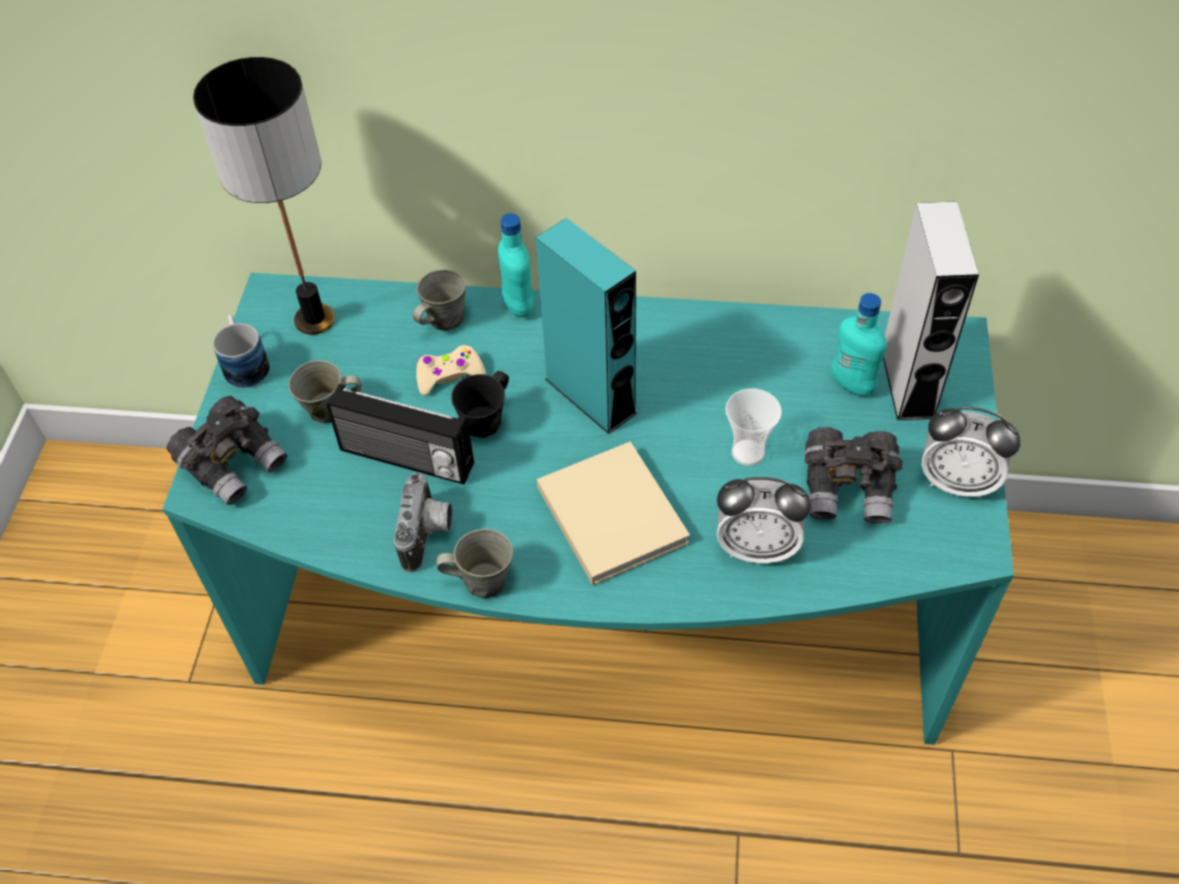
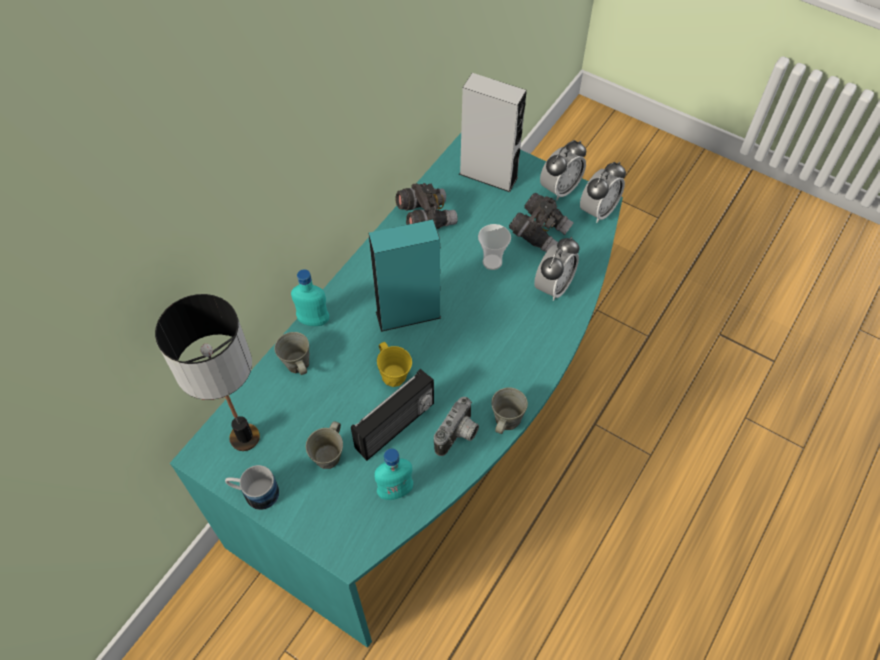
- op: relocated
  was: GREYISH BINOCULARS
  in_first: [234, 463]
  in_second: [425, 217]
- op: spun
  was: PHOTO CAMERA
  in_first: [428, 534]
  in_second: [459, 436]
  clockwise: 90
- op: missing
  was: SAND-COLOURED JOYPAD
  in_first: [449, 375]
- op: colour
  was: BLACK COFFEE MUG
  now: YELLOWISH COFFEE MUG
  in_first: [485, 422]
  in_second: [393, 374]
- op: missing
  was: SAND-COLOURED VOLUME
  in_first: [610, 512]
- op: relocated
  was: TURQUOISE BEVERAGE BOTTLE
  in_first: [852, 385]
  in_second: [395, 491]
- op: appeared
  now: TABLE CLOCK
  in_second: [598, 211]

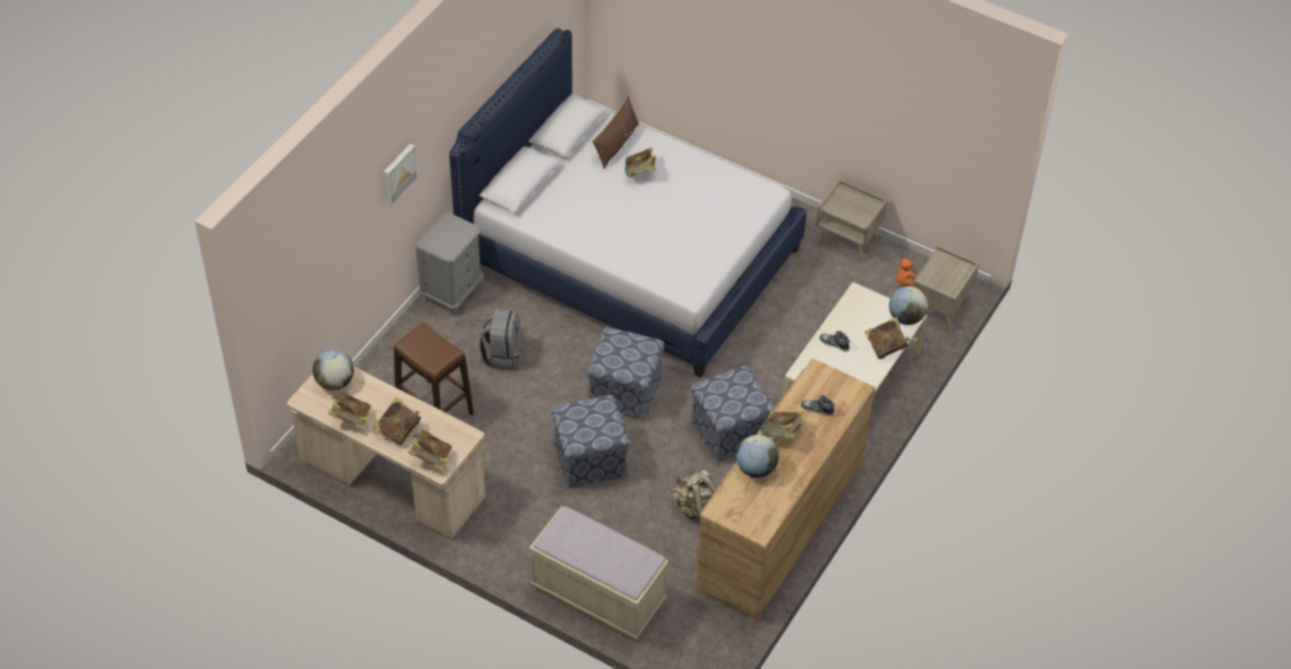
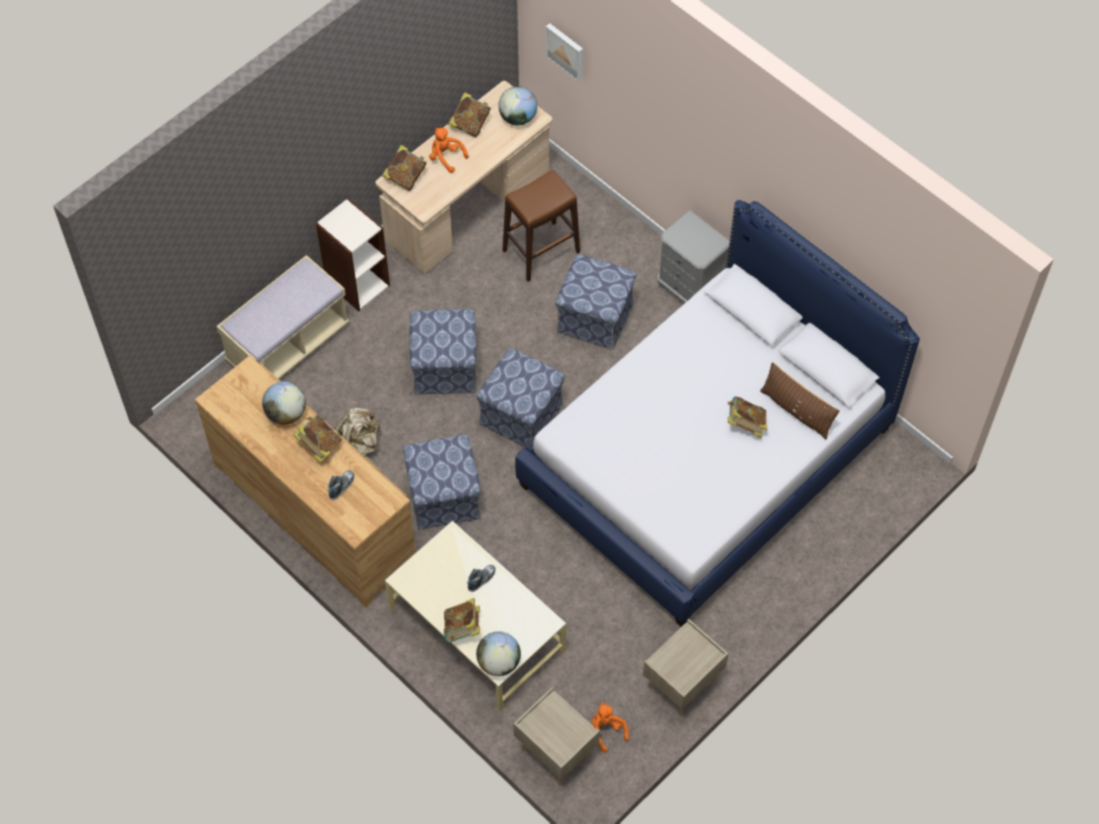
- op: exchanged
  was: VOLUME
  now: ORANGEY PLUSH TOY
  in_first: [398, 431]
  in_second: [446, 157]
- op: relocated
  was: PICTURE
  in_first: [398, 173]
  in_second: [566, 50]
- op: exchanged
  was: GREYISH RUCKSACK
  now: OTTOMAN
  in_first: [503, 355]
  in_second: [595, 318]
- op: appeared
  now: SHELVING UNIT
  in_second: [357, 283]

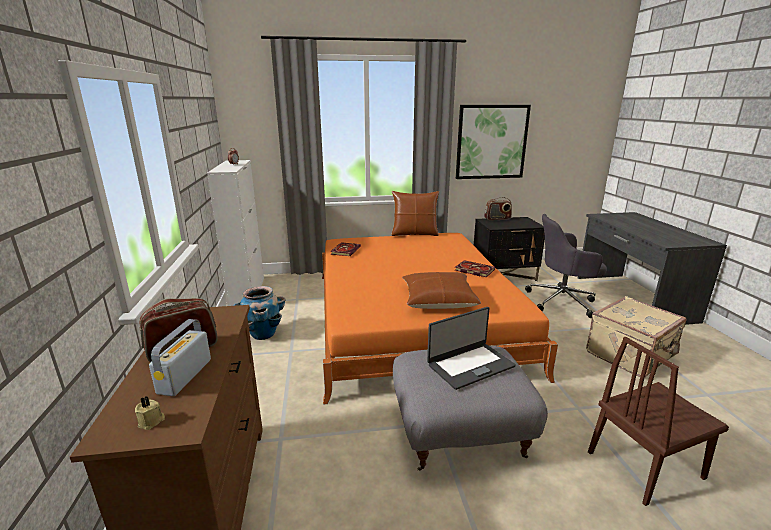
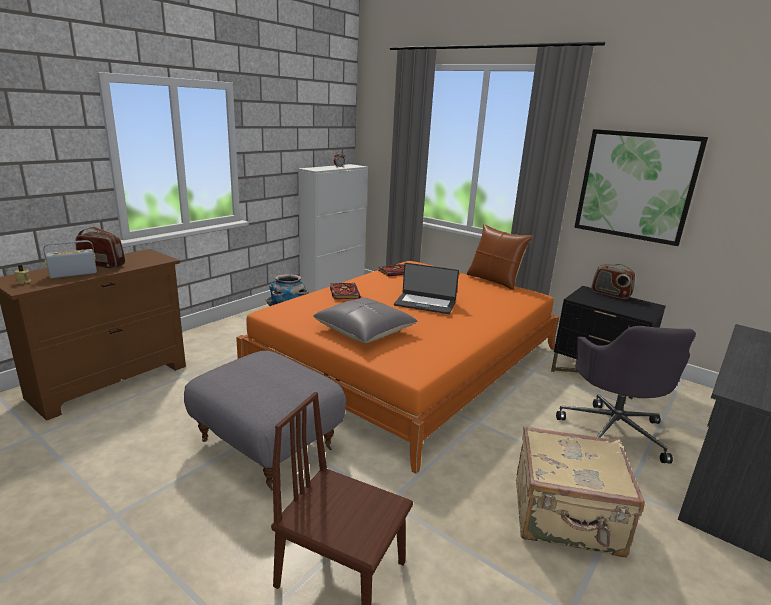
- op: colour
  was: BROWNISH THROW PILLOW
  now: GREYISH THROW PILLOW
  in_first: [438, 300]
  in_second: [364, 330]
- op: relocated
  was: LAPTOP
  in_first: [470, 365]
  in_second: [425, 303]
- op: relocated
  was: VOLUME
  in_first: [473, 270]
  in_second: [343, 292]
- op: spun
  was: GREYISH OFFICE CHAIR
  in_first: [562, 301]
  in_second: [613, 431]
  clockwise: -135

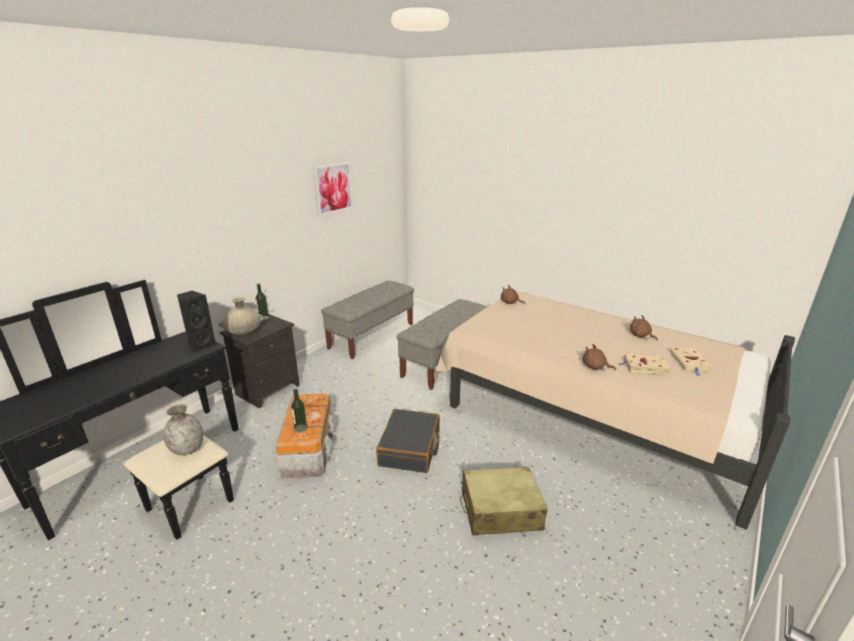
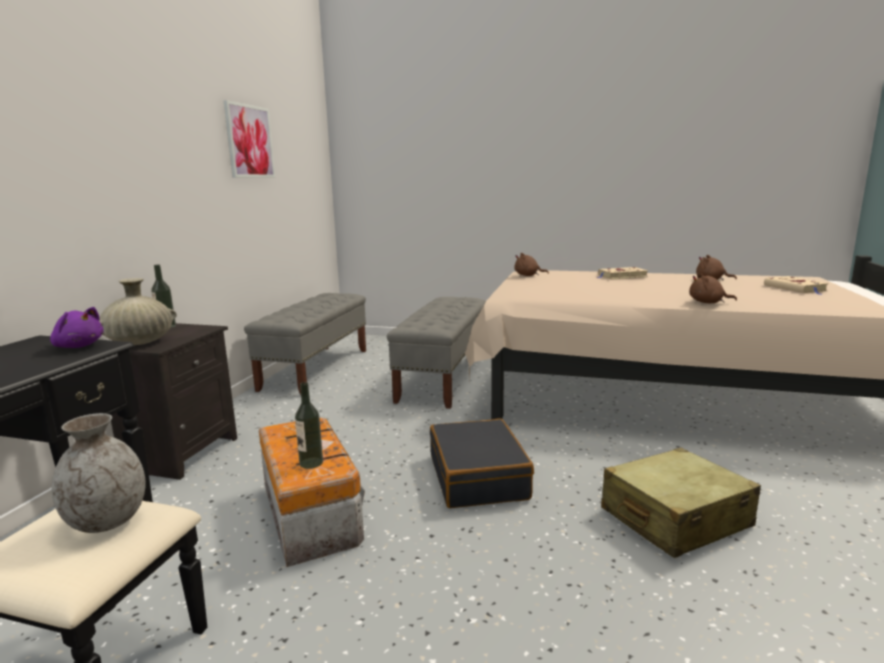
- op: exchanged
  was: BLACK AUDIO SPEAKER
  now: PURPLISH PLUSH TOY
  in_first: [201, 345]
  in_second: [78, 346]
- op: relocated
  was: SAND-COLOURED VOLUME
  in_first: [644, 367]
  in_second: [621, 276]

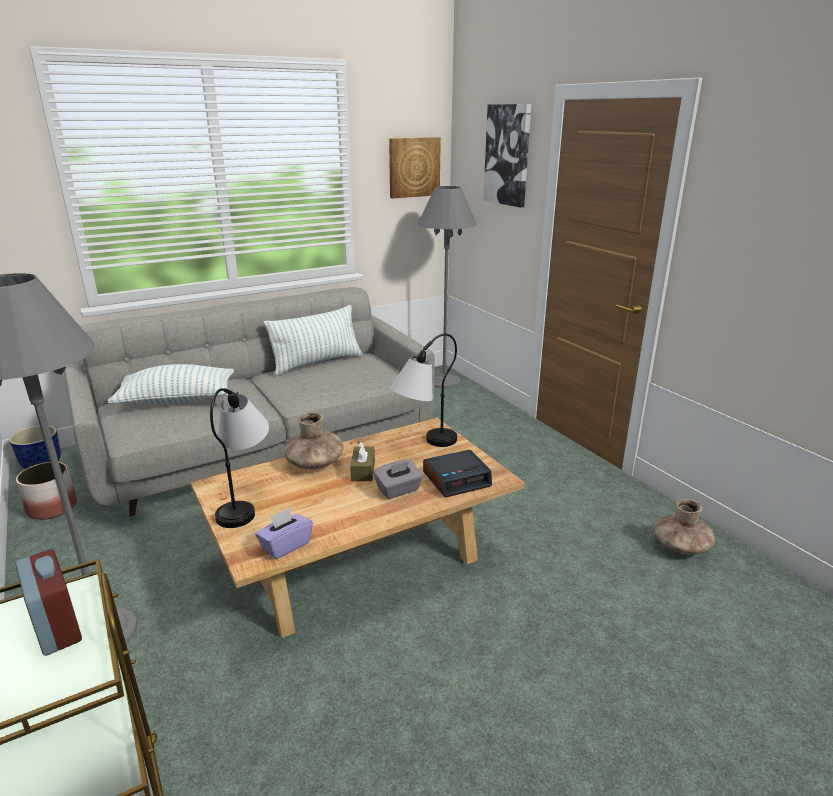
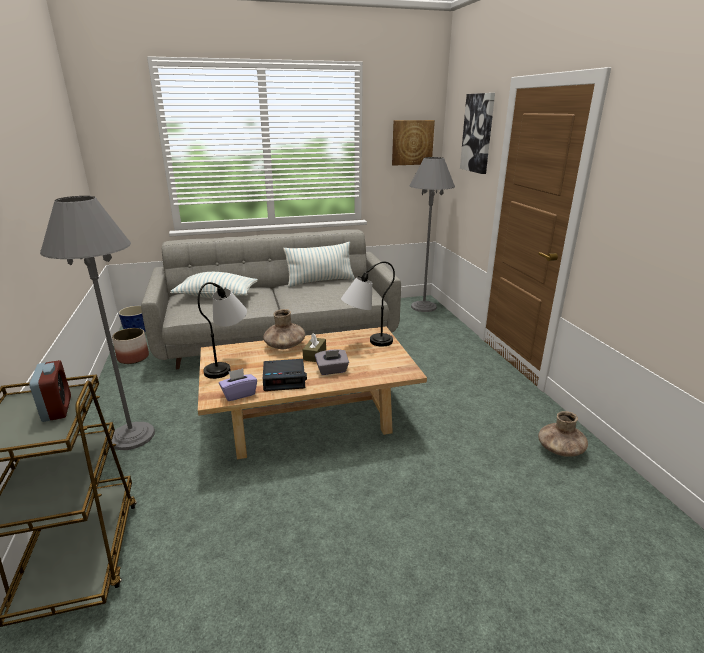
- op: relocated
  was: TABLE CLOCK
  in_first: [457, 479]
  in_second: [285, 379]

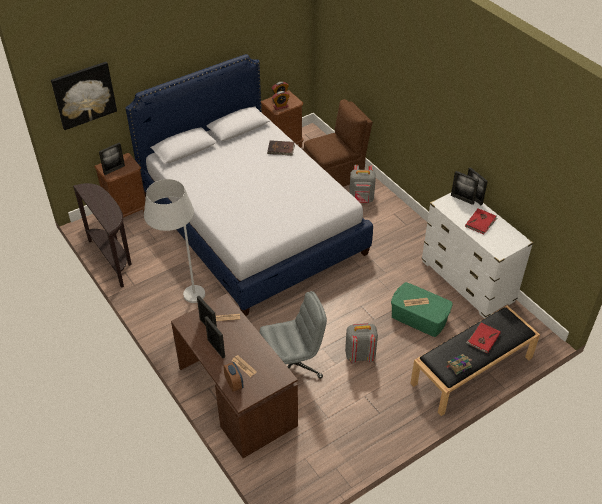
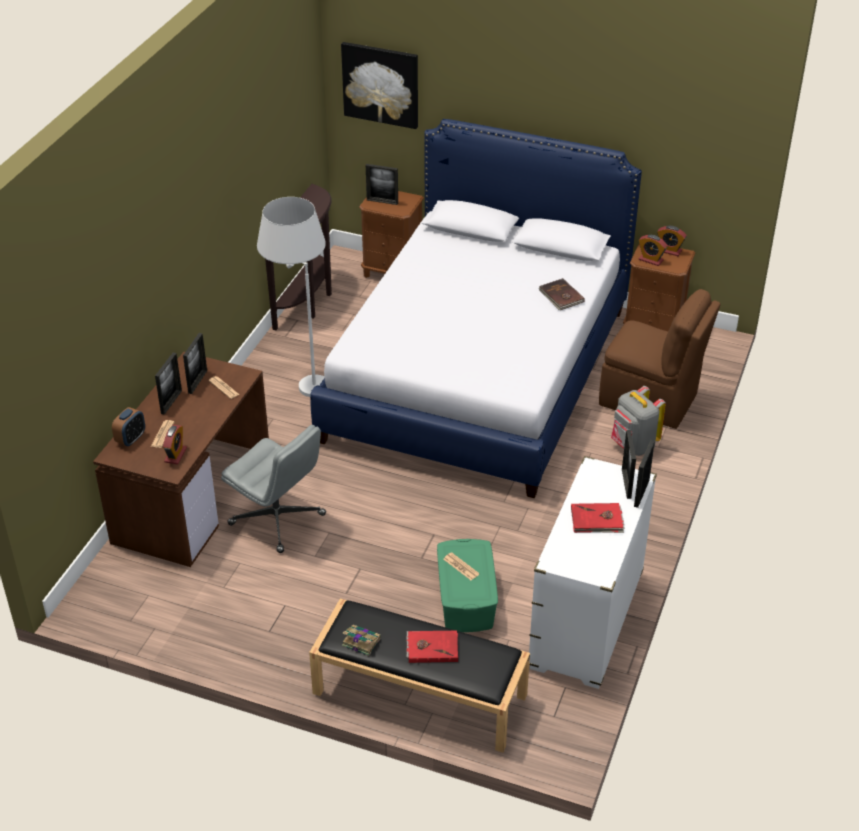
- op: missing
  was: GREYISH RUCKSACK
  in_first: [359, 355]
- op: appeared
  now: TABLE CLOCK
  in_second: [175, 455]

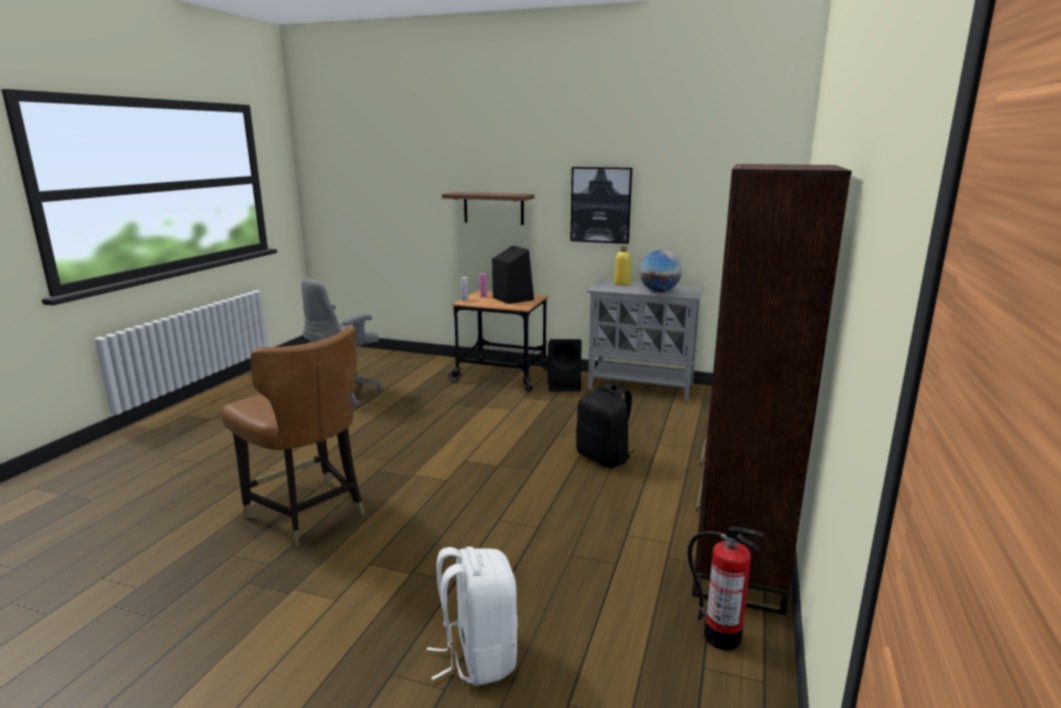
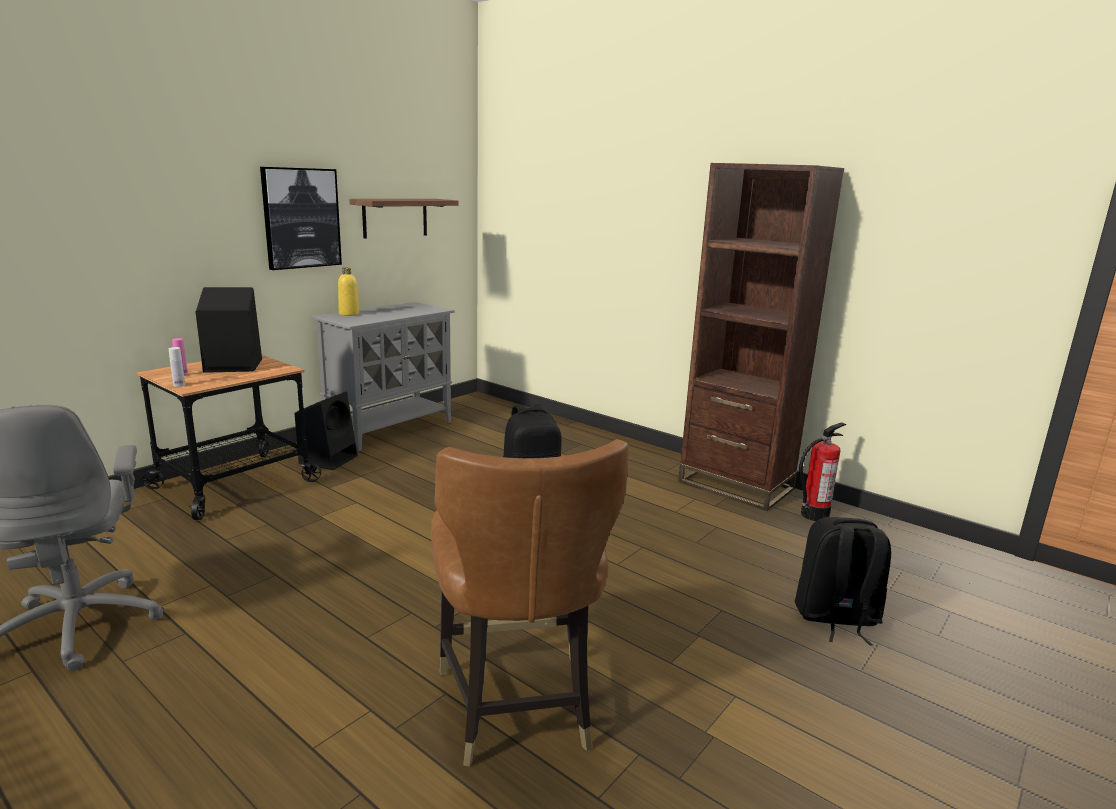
- op: spun
  was: BROWNISH PLAIN CHAIR
  in_first: [308, 513]
  in_second: [517, 705]
  clockwise: 105
- op: colour
  was: WHITE-COLOURED RUCKSACK
  now: BLACK RUCKSACK
  in_first: [477, 656]
  in_second: [836, 618]
- op: relocated
  was: WALL SHELF
  in_first: [493, 208]
  in_second: [395, 217]
- op: missing
  was: DESK GLOBE
  in_first: [659, 291]

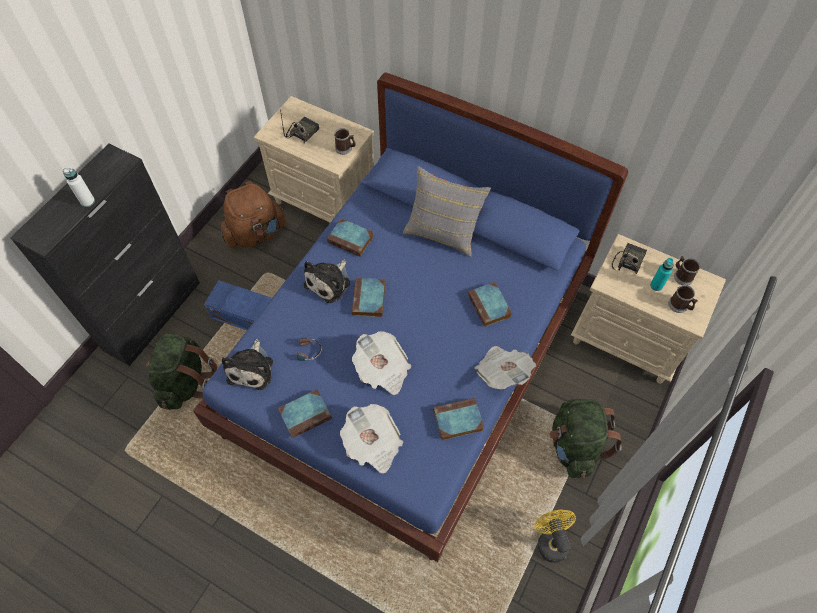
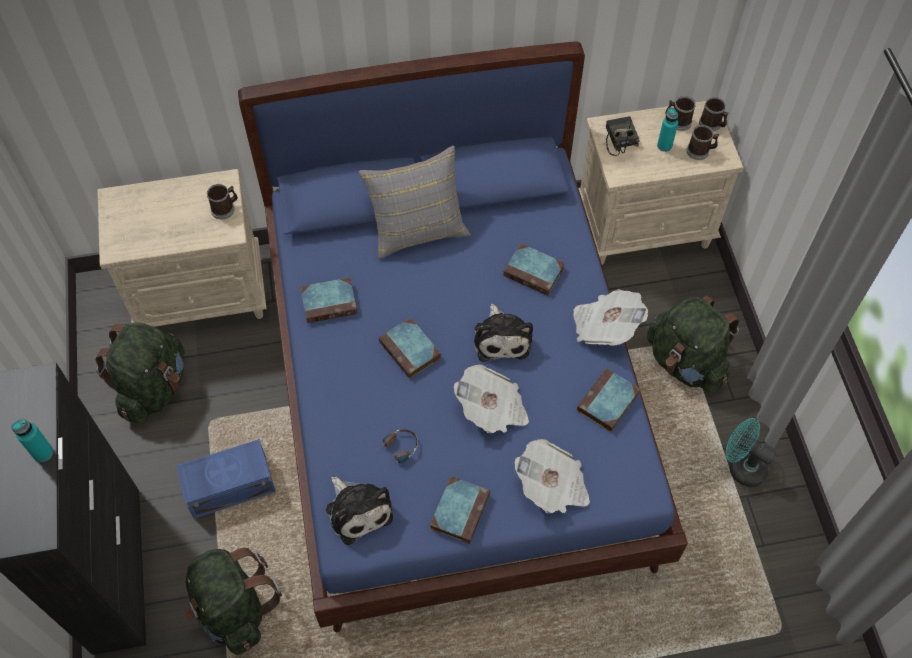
- op: colour
  was: WHITE-COLOURED BEVERAGE BOTTLE
  now: TURQUOISE BEVERAGE BOTTLE
  in_first: [87, 201]
  in_second: [43, 453]
- op: colour
  was: BROWNISH RUCKSACK
  now: GREEN-COLOURED RUCKSACK
  in_first: [256, 234]
  in_second: [153, 387]
- op: missing
  was: RADIO
  in_first: [302, 132]
- op: relocated
  was: PLUSH TOY
  in_first: [329, 282]
  in_second: [501, 338]
- op: colour
  was: YELLOWISH COOLING FAN
  now: TURQUOISE COOLING FAN
  in_first: [550, 540]
  in_second: [741, 466]
- op: appeared
  now: COFFEE MUG
  in_second: [712, 124]

